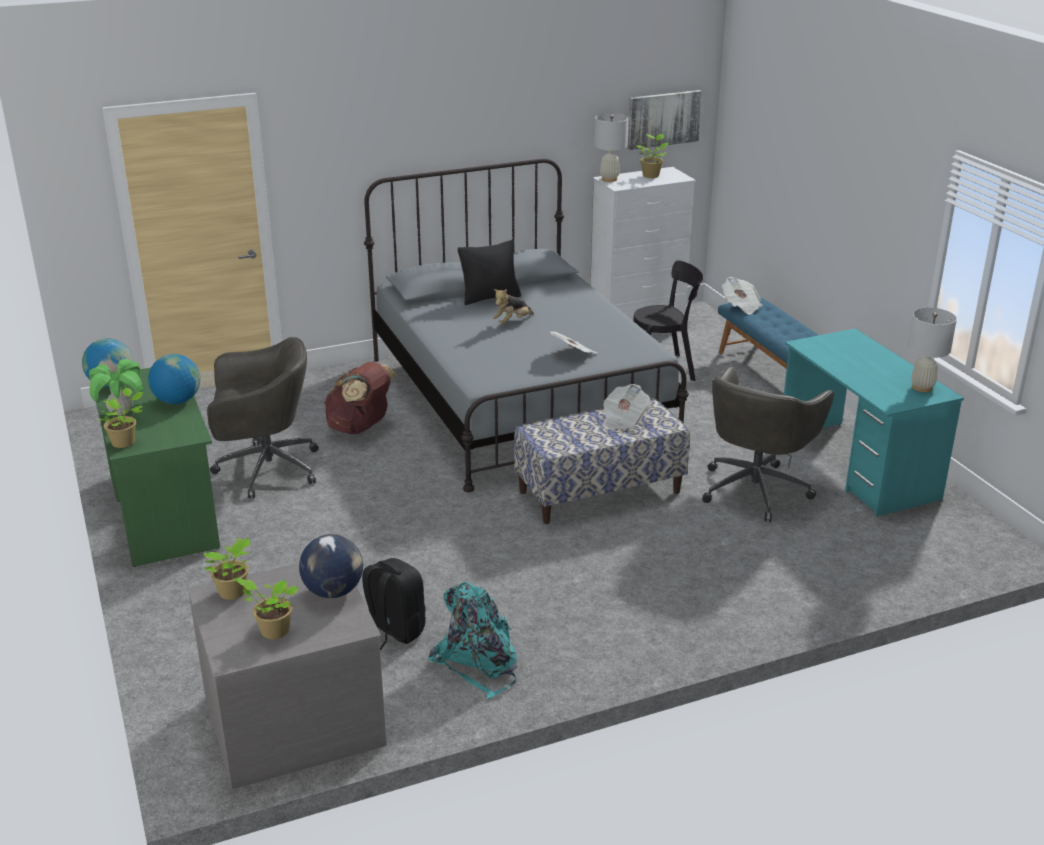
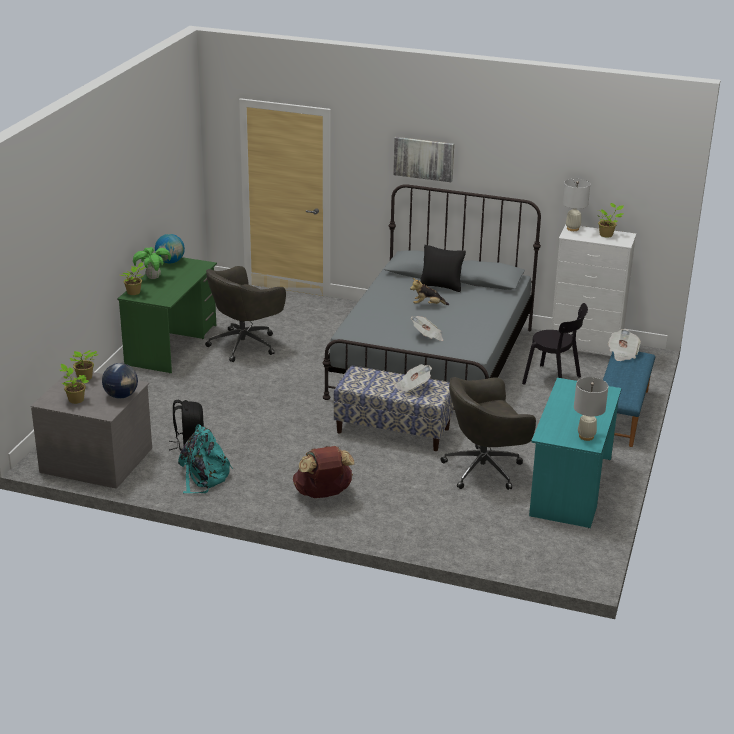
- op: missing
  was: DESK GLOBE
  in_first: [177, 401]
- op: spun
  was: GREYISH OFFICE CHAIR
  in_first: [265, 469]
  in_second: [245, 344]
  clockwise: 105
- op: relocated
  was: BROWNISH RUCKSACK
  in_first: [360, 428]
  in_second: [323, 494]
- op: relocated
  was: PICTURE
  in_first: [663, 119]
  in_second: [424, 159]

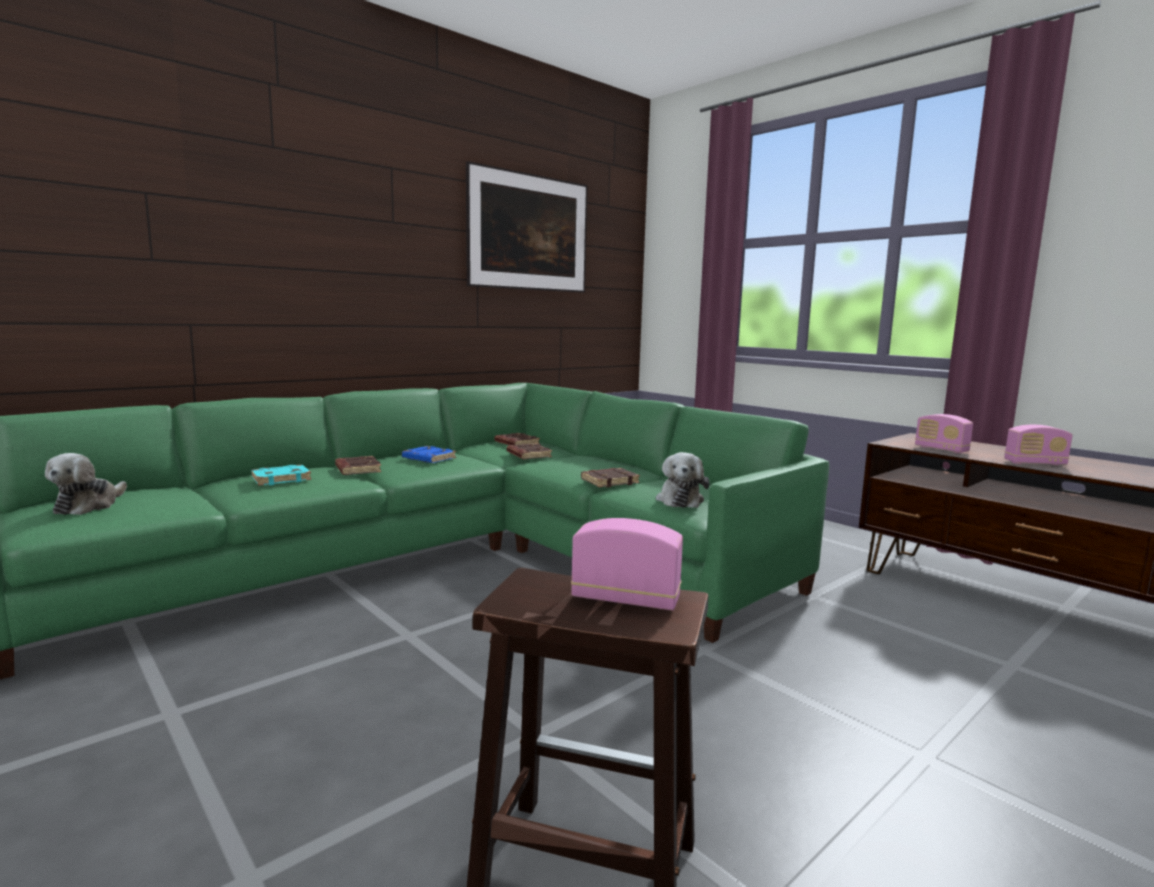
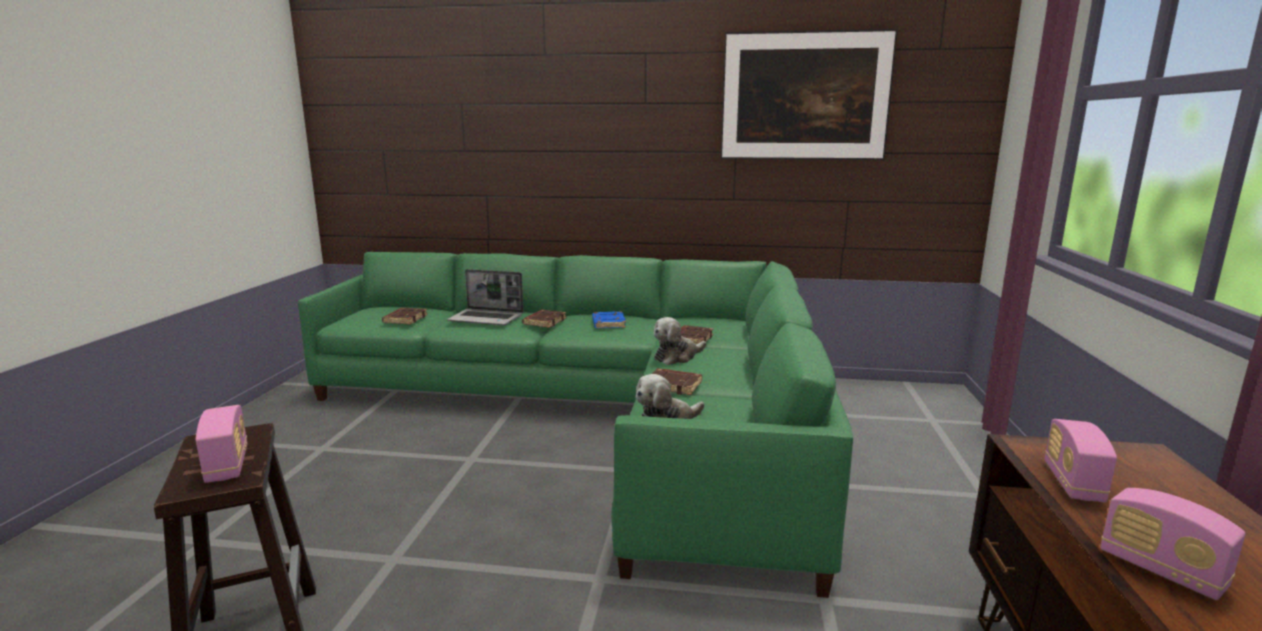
- op: relocated
  was: PLUSH TOY
  in_first: [89, 505]
  in_second: [677, 357]
- op: exchanged
  was: TURQUOISE VOLUME
  now: LAPTOP
  in_first: [281, 479]
  in_second: [487, 318]
- op: relocated
  was: BROWNISH VOLUME
  in_first: [516, 444]
  in_second: [405, 319]

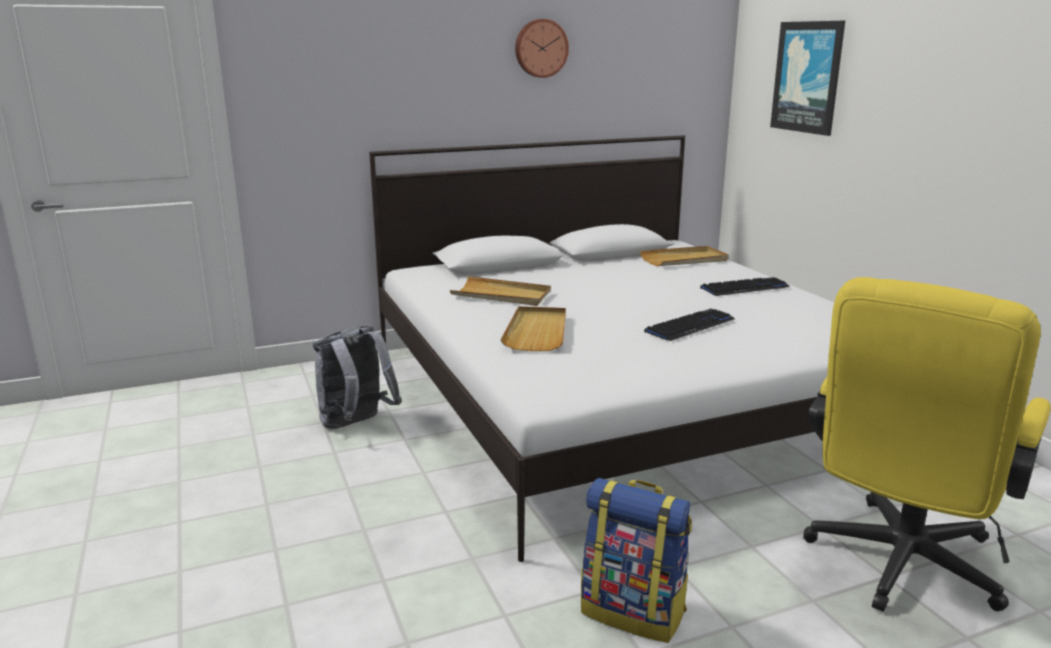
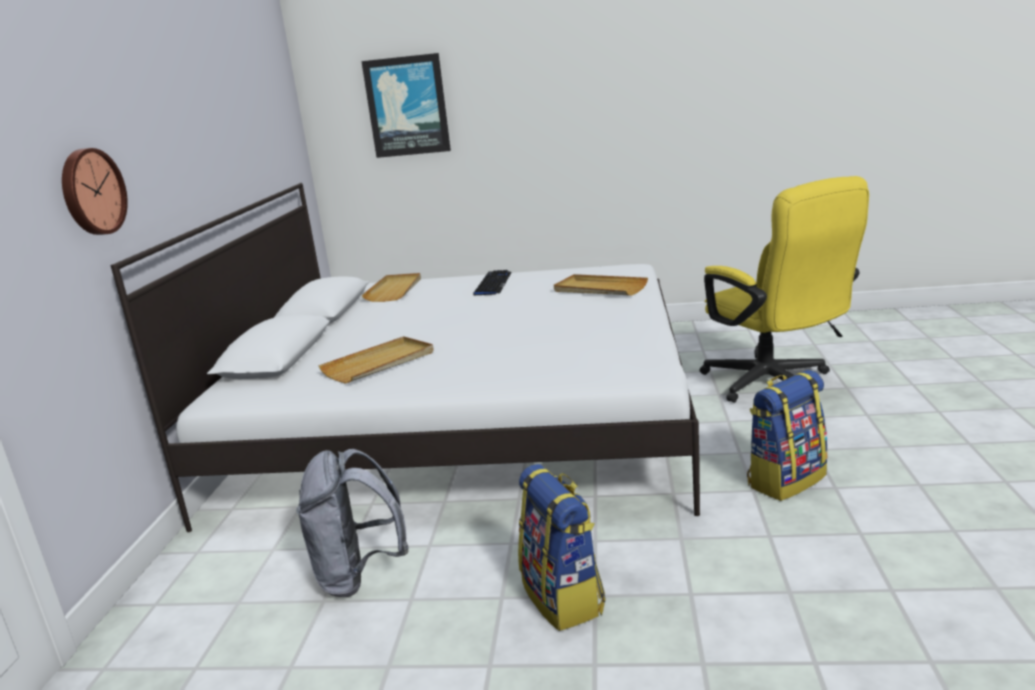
- op: relocated
  was: SAND-COLOURED TRAY
  in_first: [537, 331]
  in_second: [599, 289]
- op: relocated
  was: CLOCK ON THE WALL
  in_first: [540, 48]
  in_second: [91, 192]
- op: missing
  was: COMPUTER KEYBOARD
  in_first: [690, 326]
- op: appeared
  now: RUCKSACK
  in_second: [564, 598]

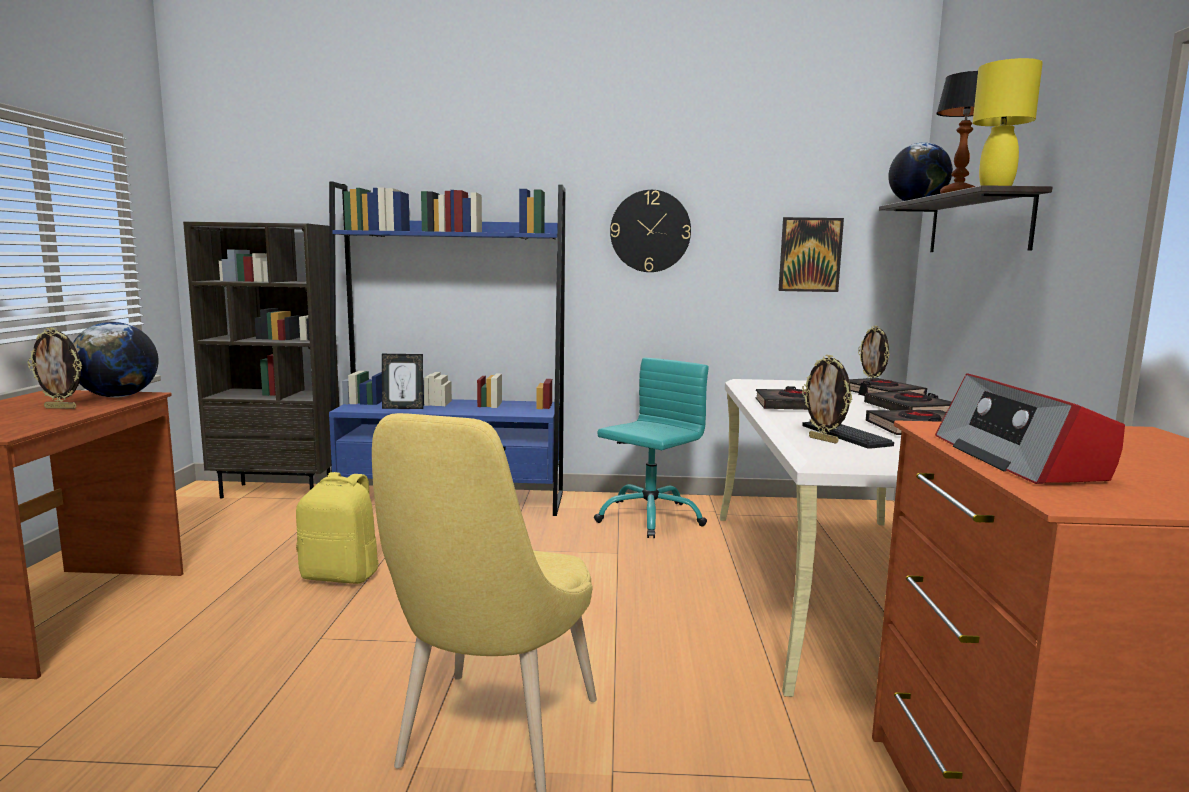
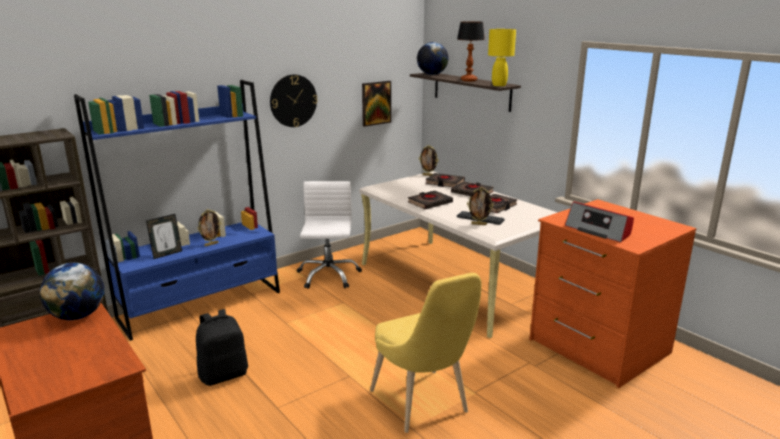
- op: relocated
  was: PICTURE FRAME
  in_first: [61, 408]
  in_second: [211, 244]
- op: colour
  was: YELLOWISH RUCKSACK
  now: BLACK RUCKSACK
  in_first: [341, 575]
  in_second: [224, 374]
- op: colour
  was: TURQUOISE OFFICE CHAIR
  now: WHITE-COLOURED OFFICE CHAIR
  in_first: [649, 517]
  in_second: [328, 275]

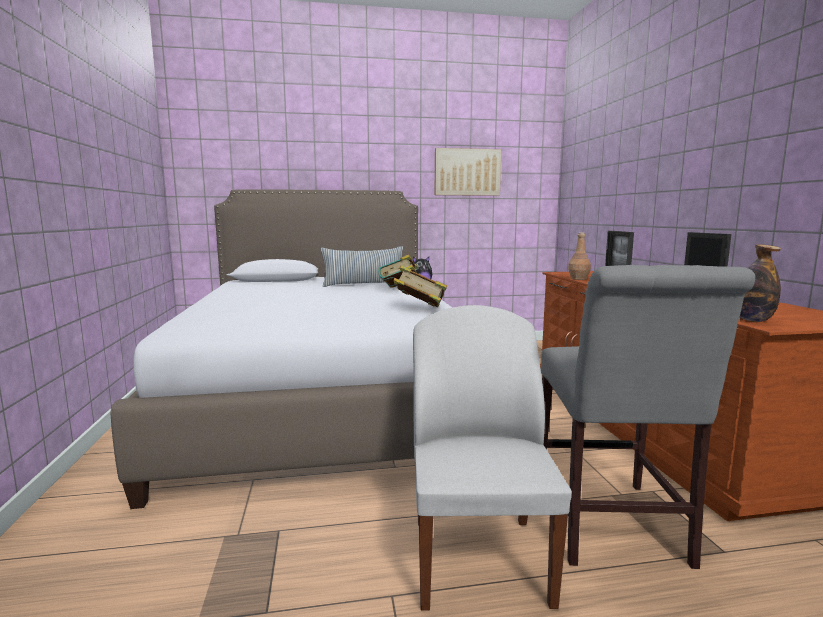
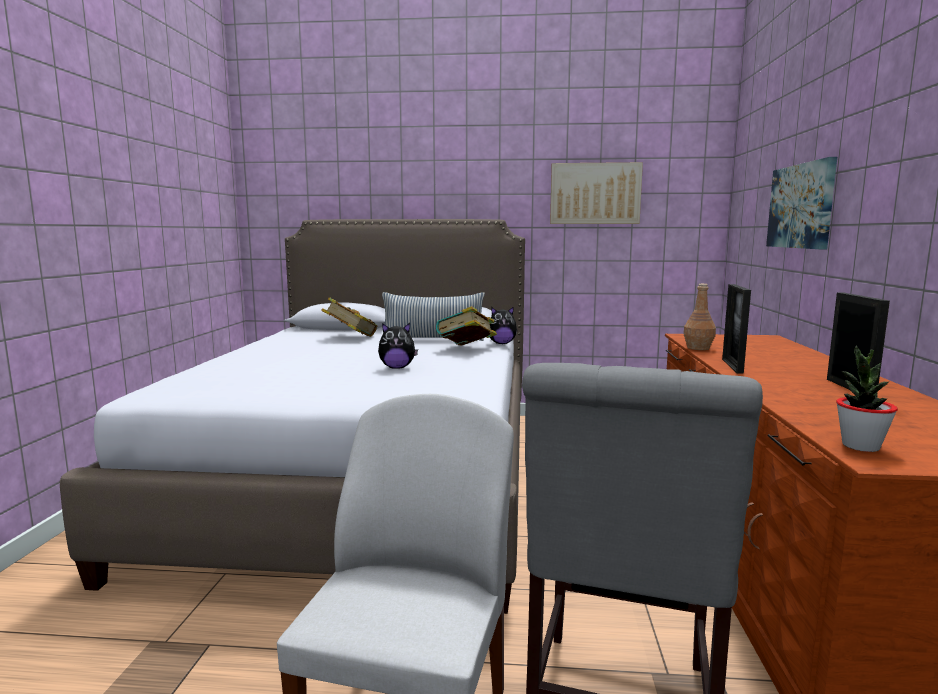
- op: relocated
  was: VOLUME
  in_first: [419, 309]
  in_second: [350, 337]
- op: exchanged
  was: BEVERAGE BOTTLE
  now: PLANT IN A POT
  in_first: [751, 320]
  in_second: [860, 446]
- op: appeared
  now: PLUSH TOY
  in_second: [397, 368]
- op: appeared
  now: PICTURE
  in_second: [801, 206]

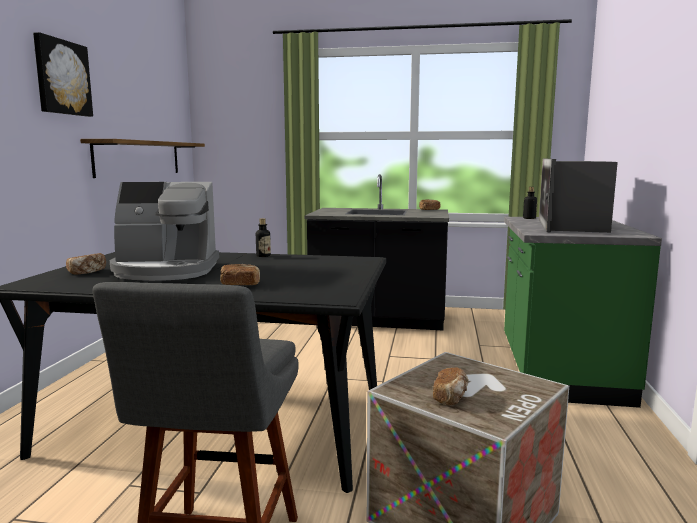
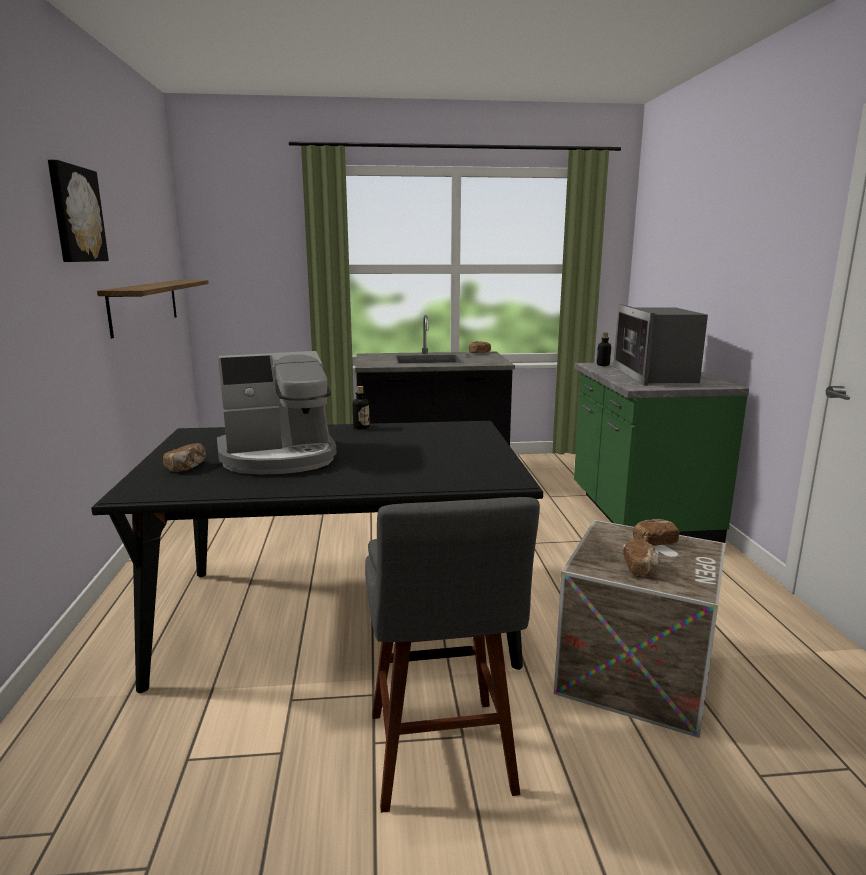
- op: relocated
  was: BREAD
  in_first: [240, 285]
  in_second: [654, 542]

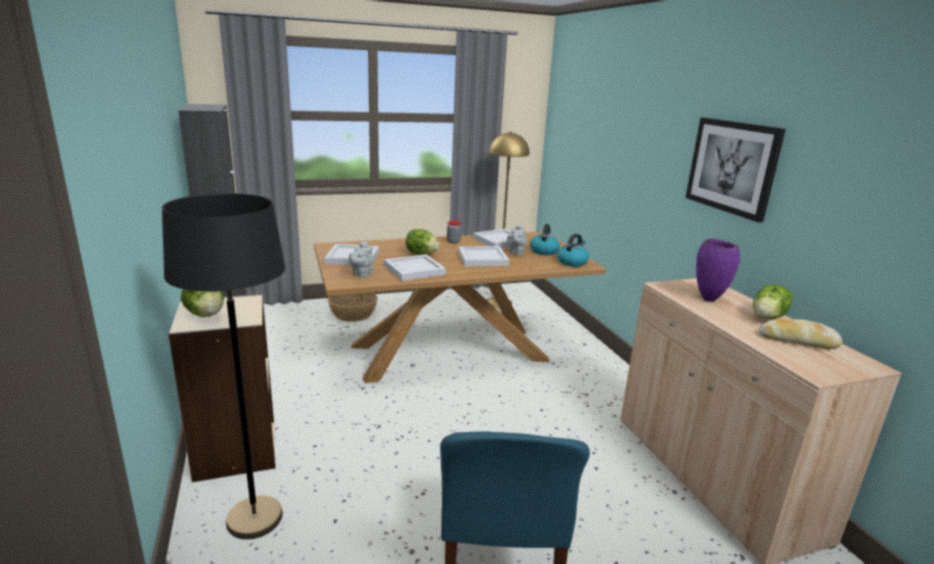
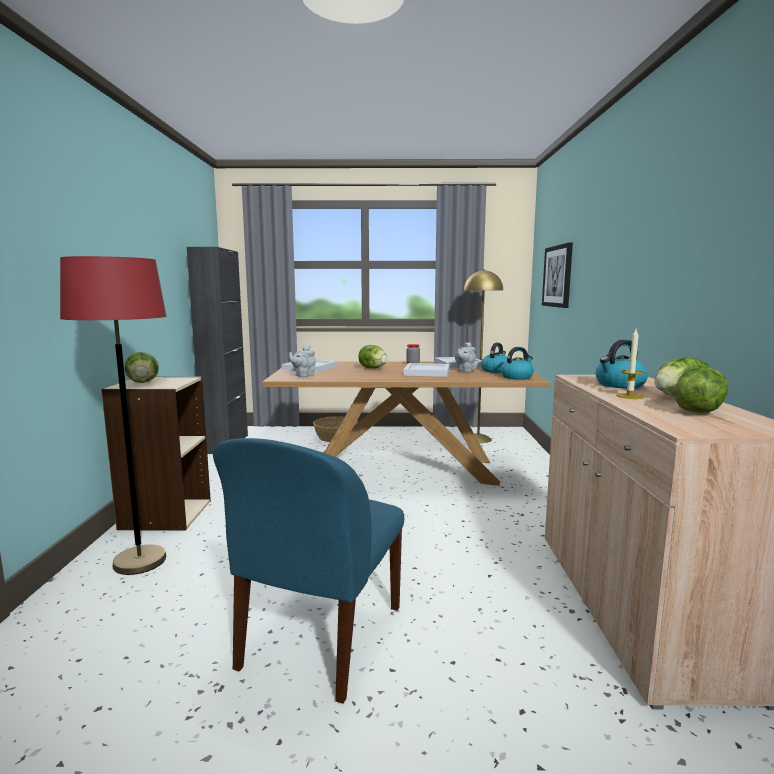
- op: colour
  was: BLACK STANDING LAMP
  now: RED-COLOURED STANDING LAMP
  in_first: [255, 519]
  in_second: [140, 561]
- op: missing
  was: WHITE-COLOURED TRAY
  in_first: [413, 270]
- op: relocated
  was: PICTURE
  in_first: [732, 167]
  in_second: [558, 276]
- op: exchanged
  was: PURPLISH VASE
  now: TEA KETTLE
  in_first: [709, 300]
  in_second: [619, 385]
- op: exchanged
  was: BREAD
  now: LETTUCE HEAD
  in_first: [798, 341]
  in_second: [697, 411]
- op: appeared
  now: WAX CANDLE
  in_second: [629, 396]

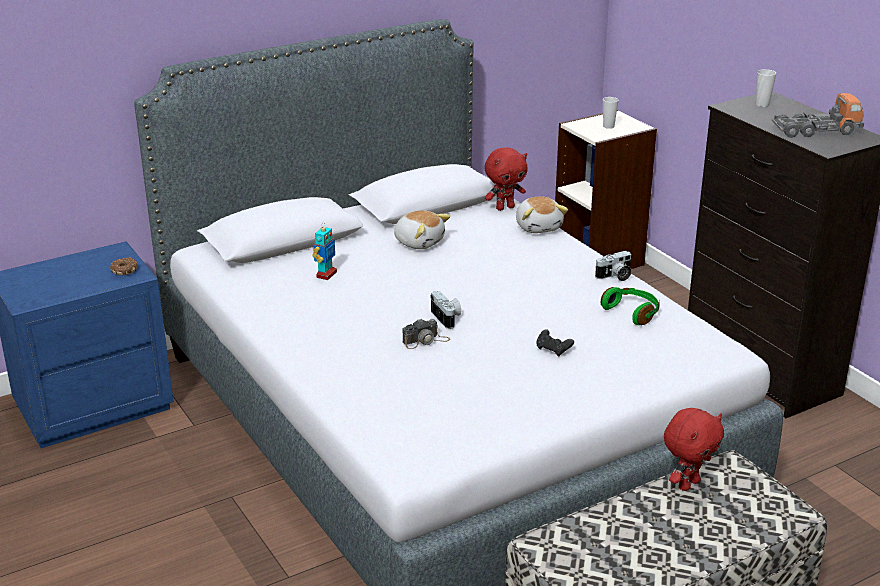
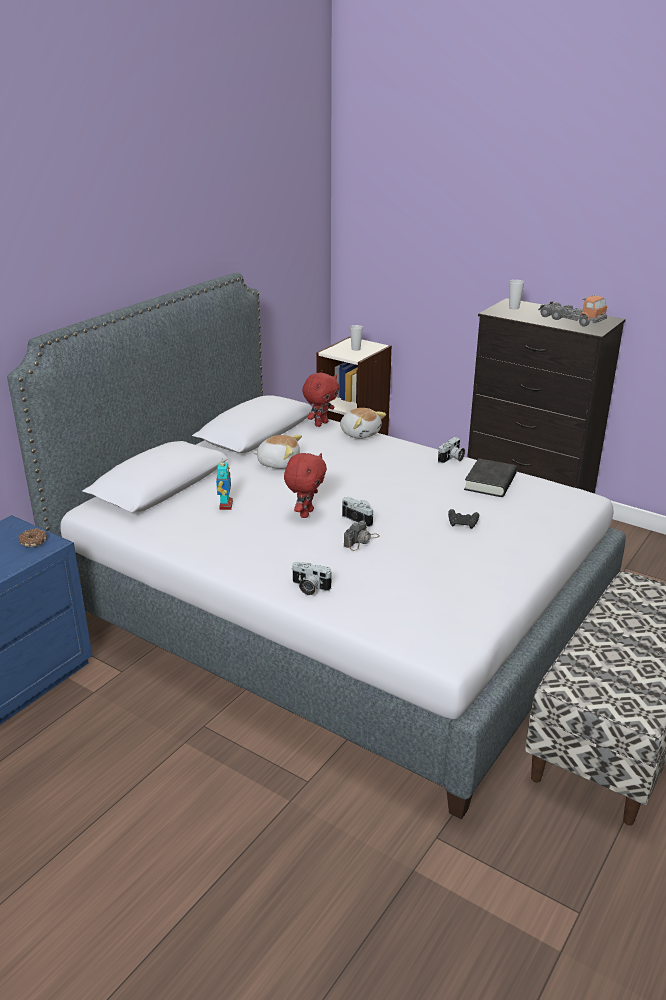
- op: exchanged
  was: GREEN-COLOURED PAIR OF HEADPHONES
  now: BLACK VOLUME
  in_first: [632, 312]
  in_second: [490, 483]
- op: relocated
  was: RED-COLOURED PLUSH TOY
  in_first: [687, 484]
  in_second: [305, 513]
- op: spun
  was: TOY LORRY
  in_first: [816, 131]
  in_second: [571, 320]
  clockwise: 75
- op: appeared
  now: PHOTO CAMERA
  in_second: [309, 588]

